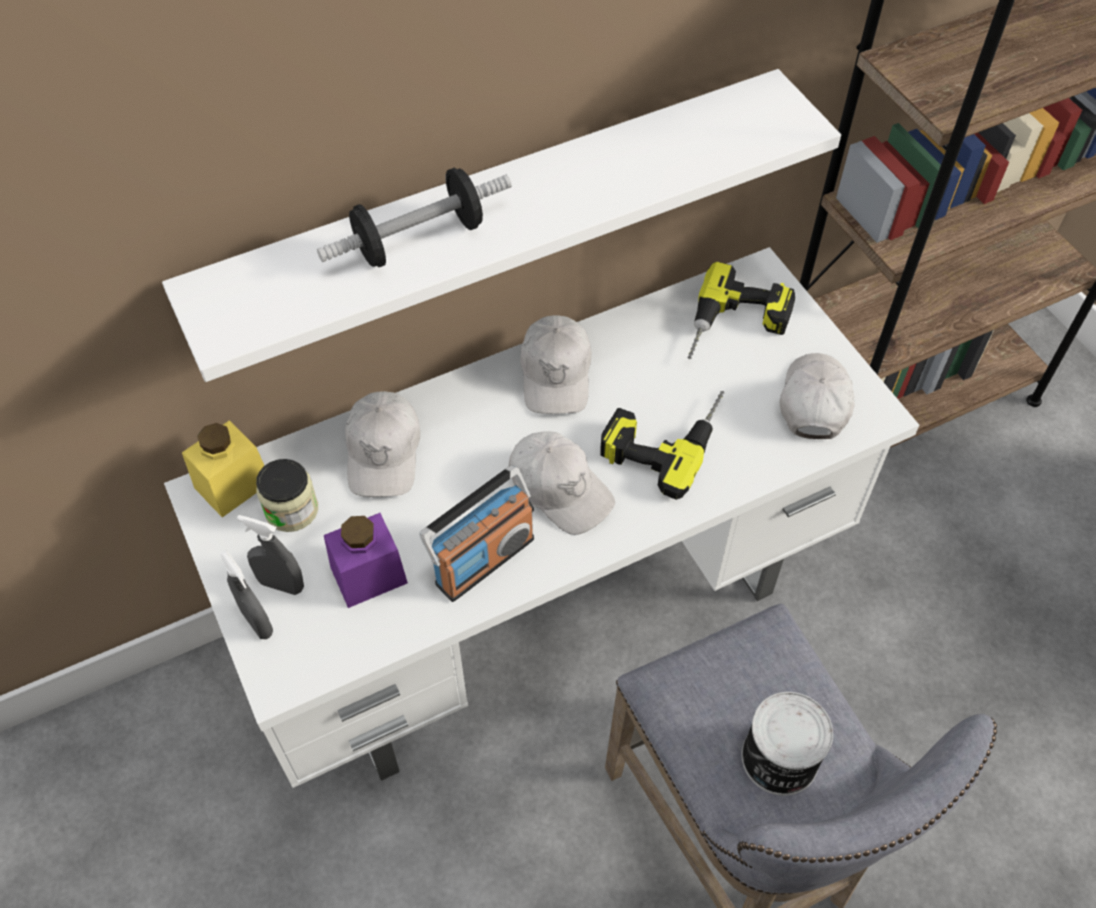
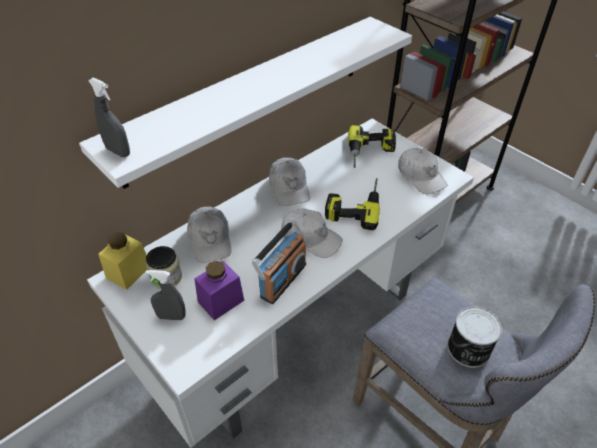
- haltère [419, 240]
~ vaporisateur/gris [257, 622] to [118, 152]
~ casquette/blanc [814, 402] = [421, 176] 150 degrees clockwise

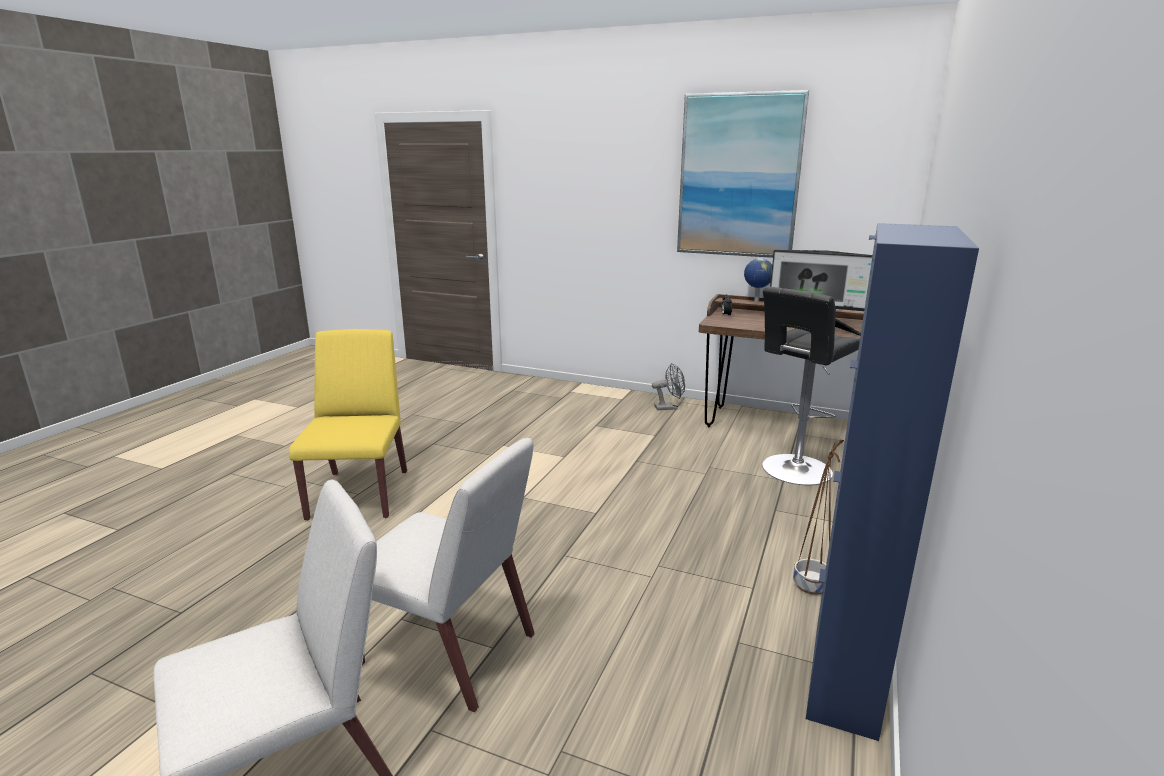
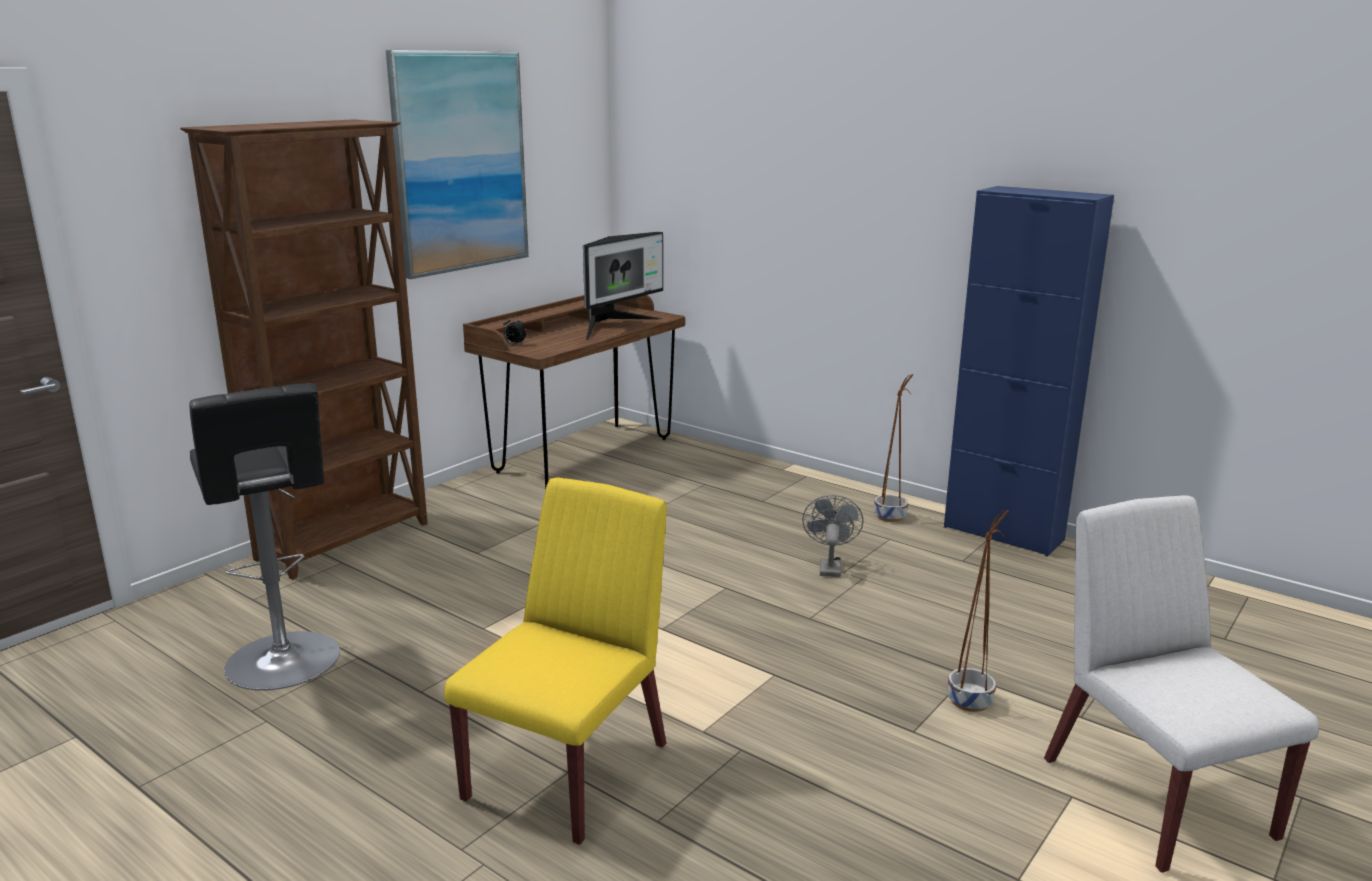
- globe [756, 301]
+ bibliothèque/marron [346, 541]
~ ventilateur/gris [669, 407] to [829, 566]
~ tabouret/noir [794, 471] to [285, 664]
~ chaise/blanc [450, 651] to cache-pot/marron [971, 701]
~ chaise/jaune [359, 494] = [569, 770] 105 degrees clockwise

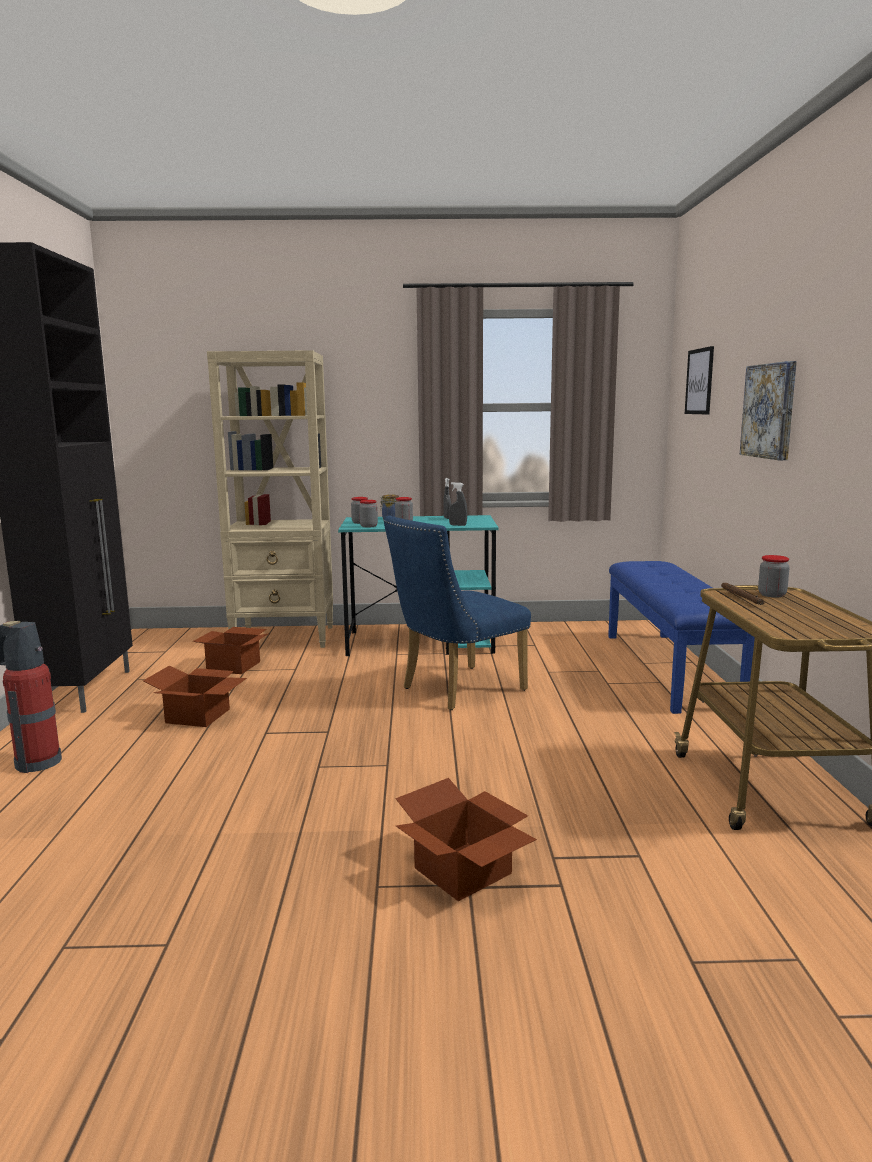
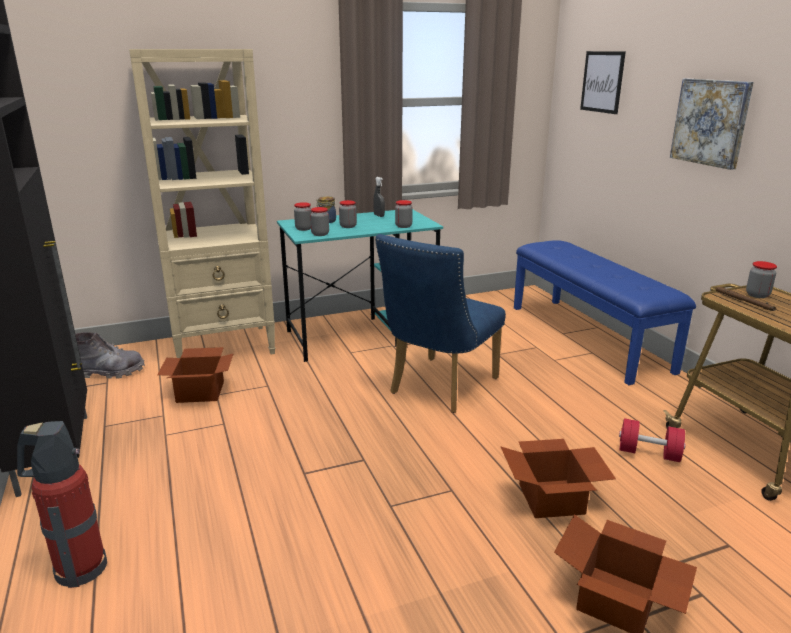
+ botte/gris [110, 372]
+ haltère/rouge [649, 453]
~ carton [199, 716] to [553, 499]
~ vaporisateur/gris [458, 525] to bocal [403, 226]

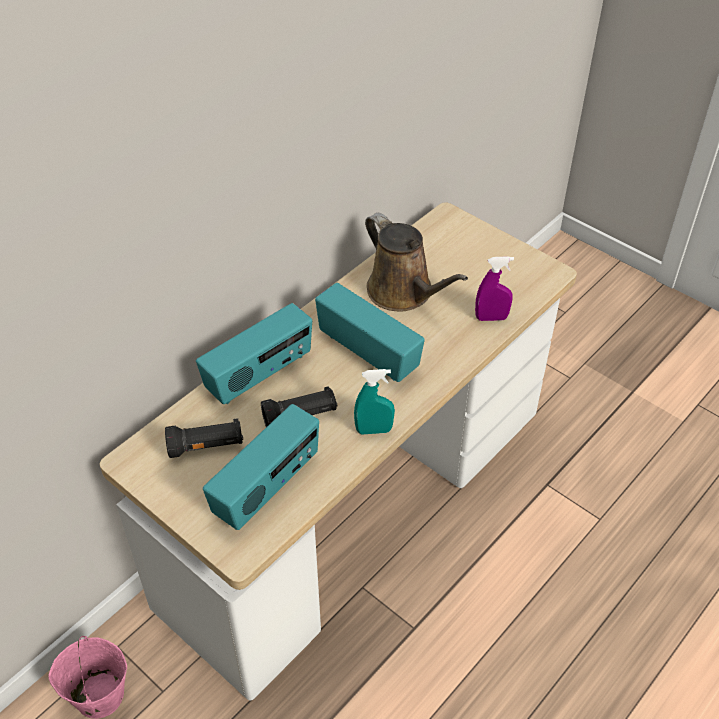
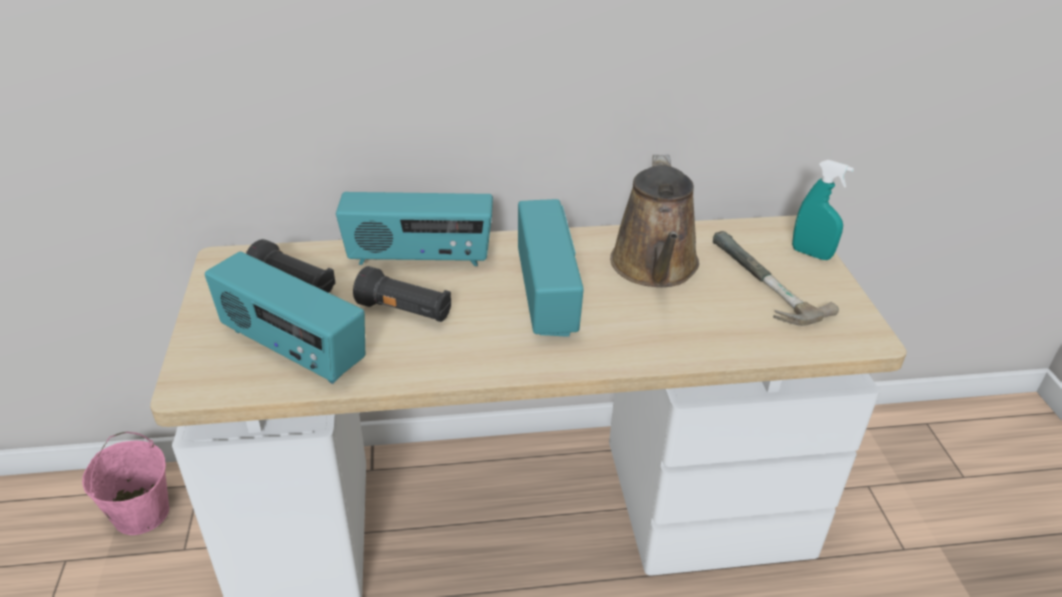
- vaporisateur/violet [491, 318]
+ marteau [757, 283]
~ vaporisateur/turquoise [374, 430] to [811, 254]
~ radio [267, 487] = [292, 350] 45 degrees clockwise

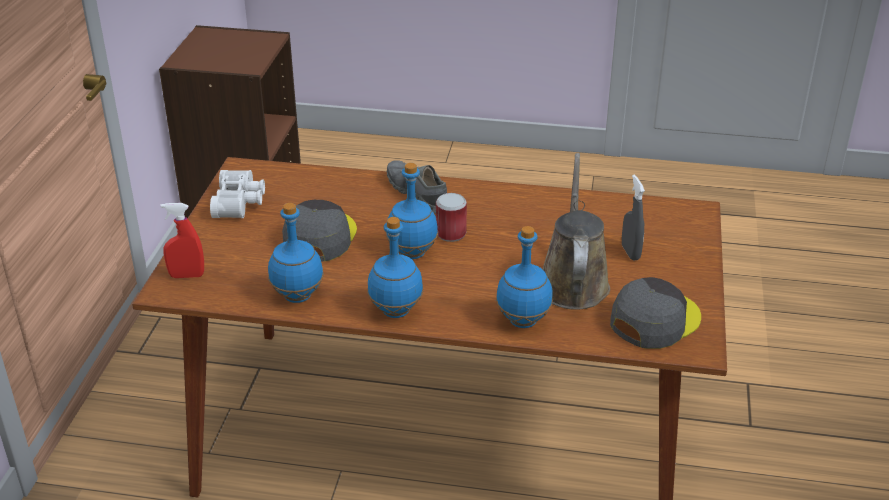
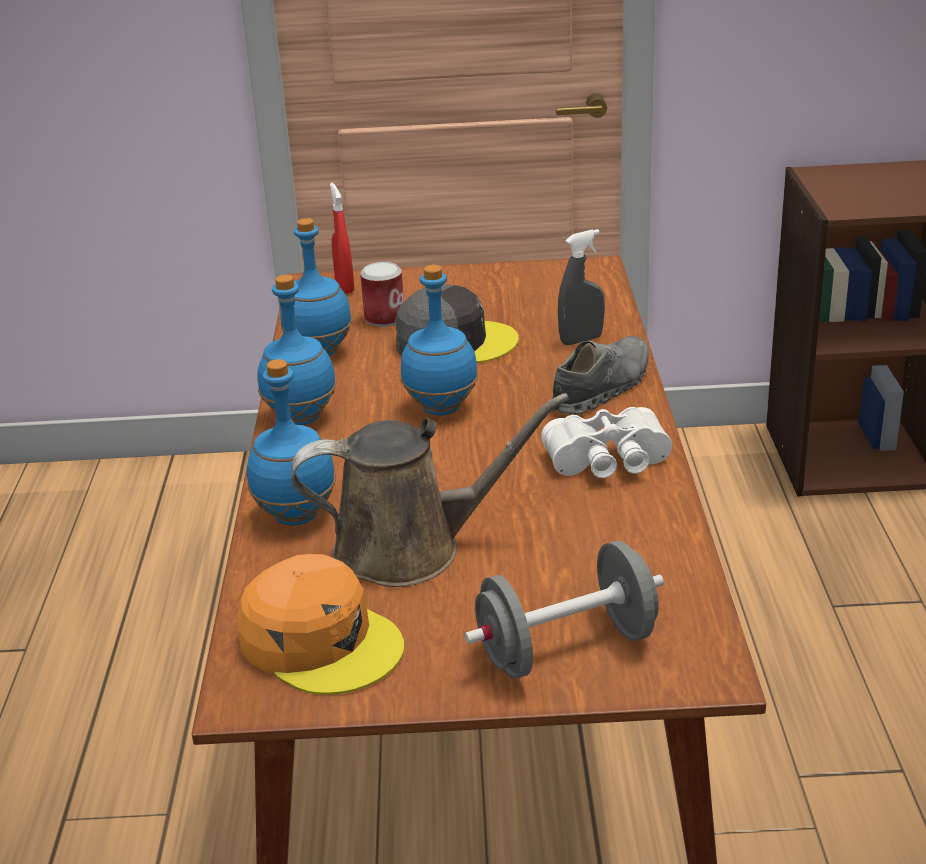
+ haltère/gris [566, 648]
~ jumelles/blanc [240, 202] to [609, 463]
~ boîte métallique [451, 233] to [384, 318]
~ vaporisateur/gris [630, 252] to [581, 340]
~ casquette/gris [654, 320] to casquette/orange [321, 641]

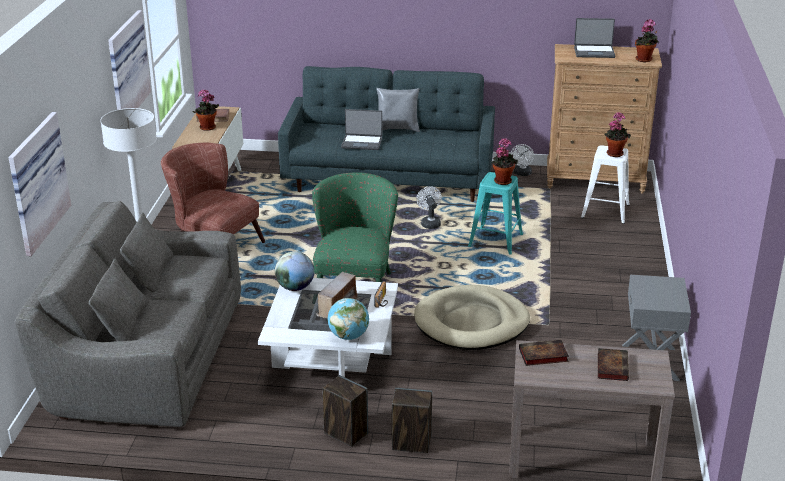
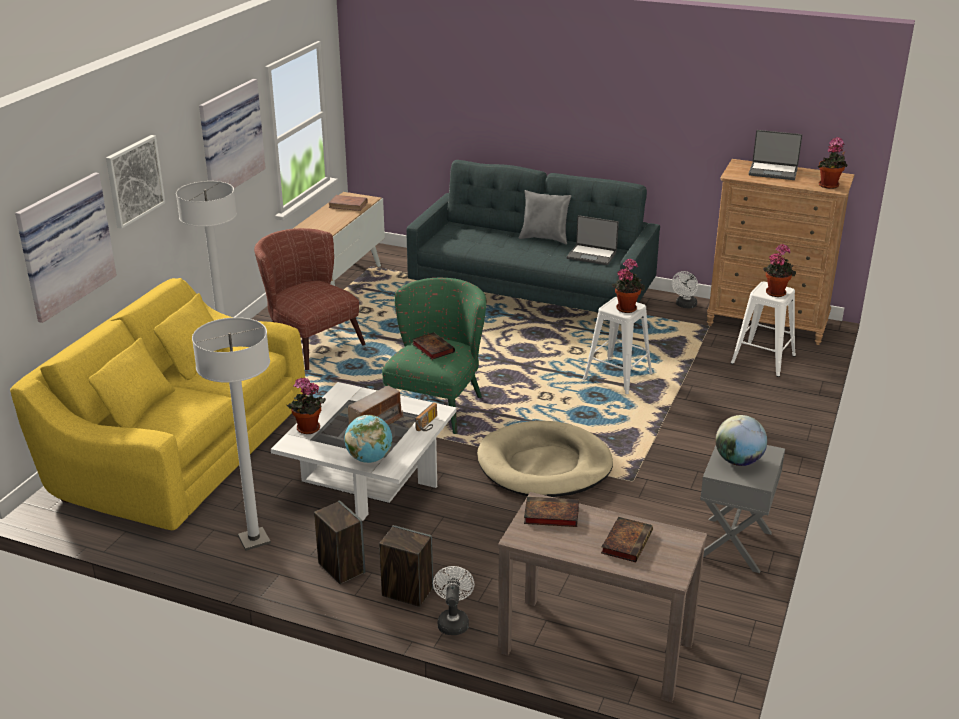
+ tableau [134, 180]
+ lampadaire/blanc [254, 540]
+ livre [432, 348]
~ plante en pot [207, 128] to [307, 430]
~ globe [295, 288] to [738, 461]
~ ordinateur portable [362, 143] to [592, 255]
~ ventilateur/blanc [429, 223] to [453, 621]
~ canapé/gris [145, 356] to canapé/jaune [180, 448]
~ tabouret/turquoise [496, 241] to tabouret/blanc [618, 377]

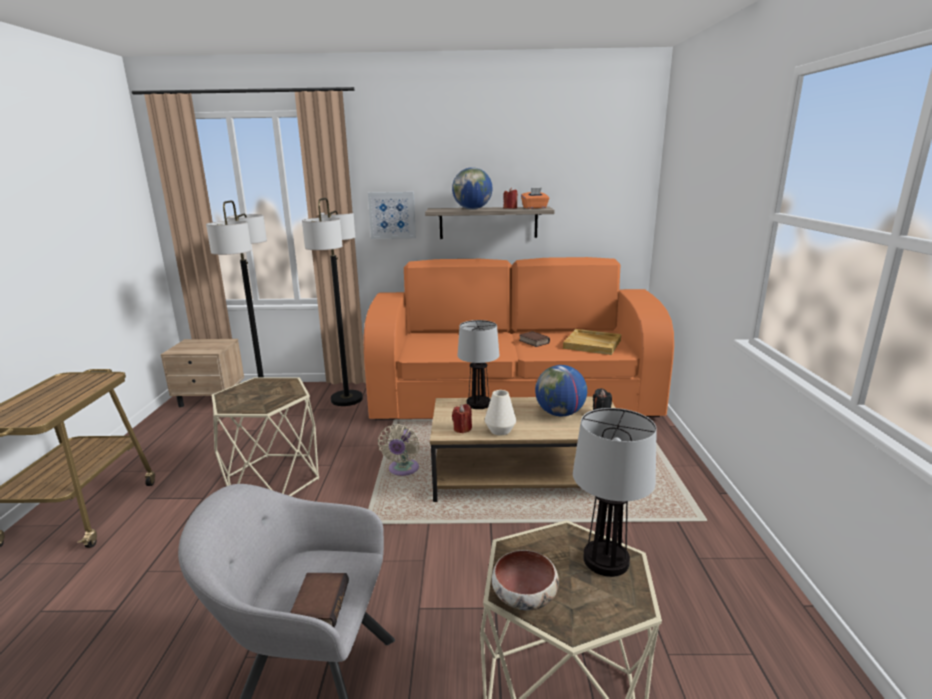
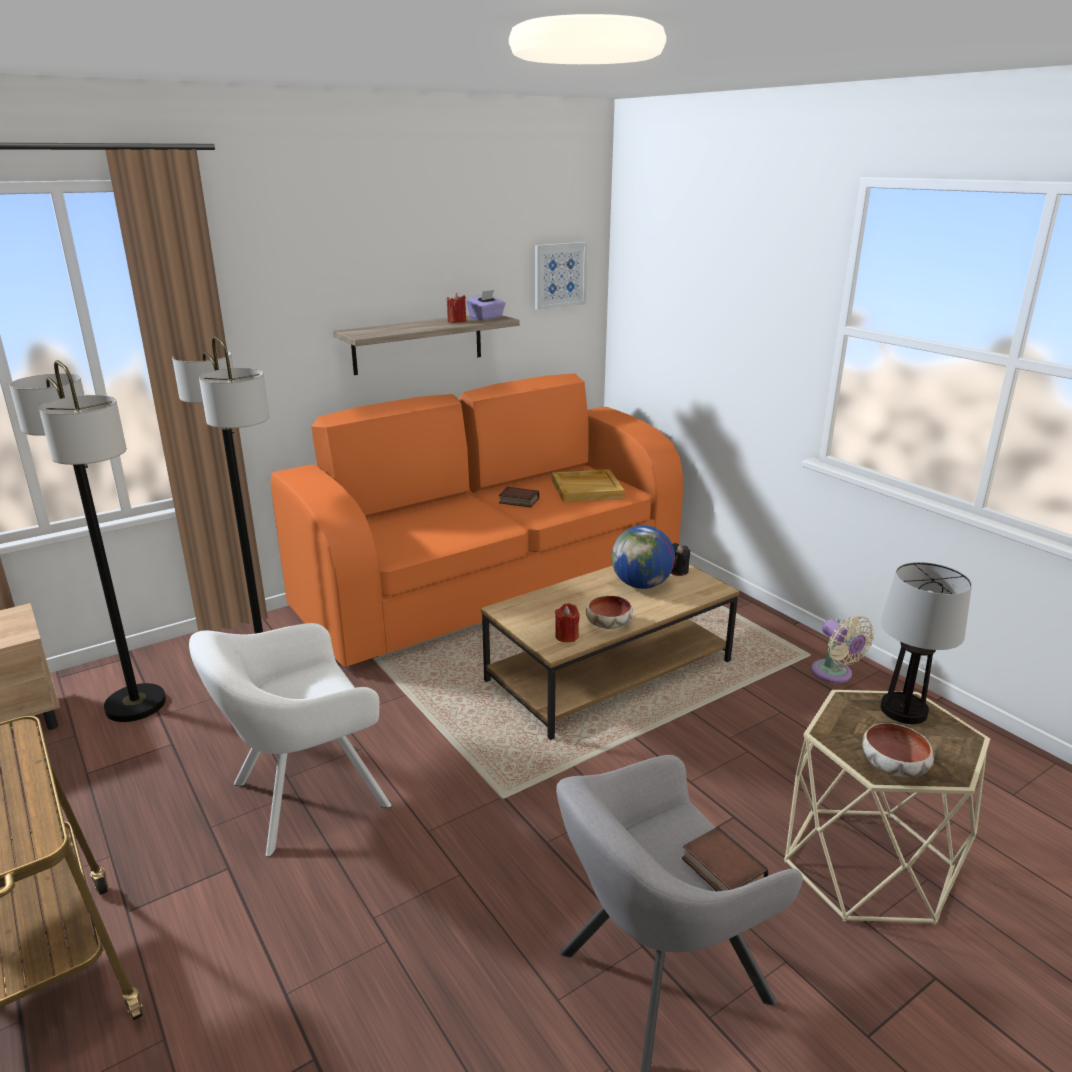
- globe [472, 209]
- lampe de table [478, 404]
~ tableau [392, 215] to [559, 275]
~ ventilateur/beige [402, 470] to [834, 674]
~ table d'appoint/beige [273, 478] to fauteuil/blanc [303, 797]
~ vase/blanc [500, 430] to bol [609, 624]
~ boîte à mouchoirs/orange [534, 208] to boîte à mouchoirs/violet [486, 318]

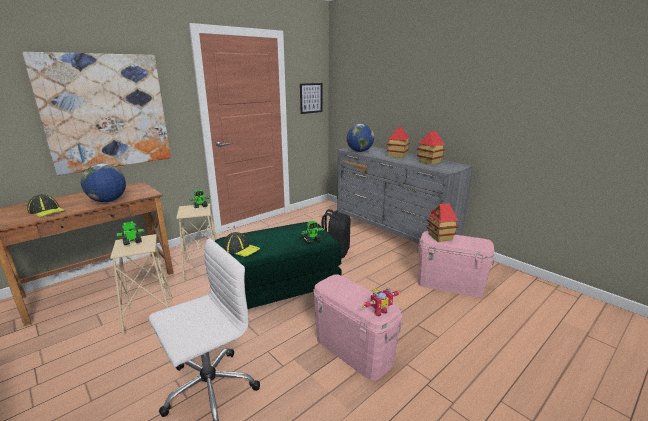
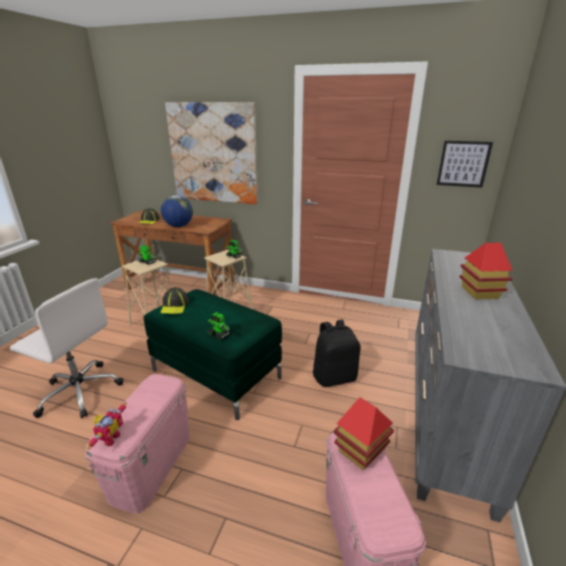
- globe [359, 151]
- maison miniature [429, 162]
~ robot jouet [379, 311] = [109, 438] 105 degrees counterclockwise

